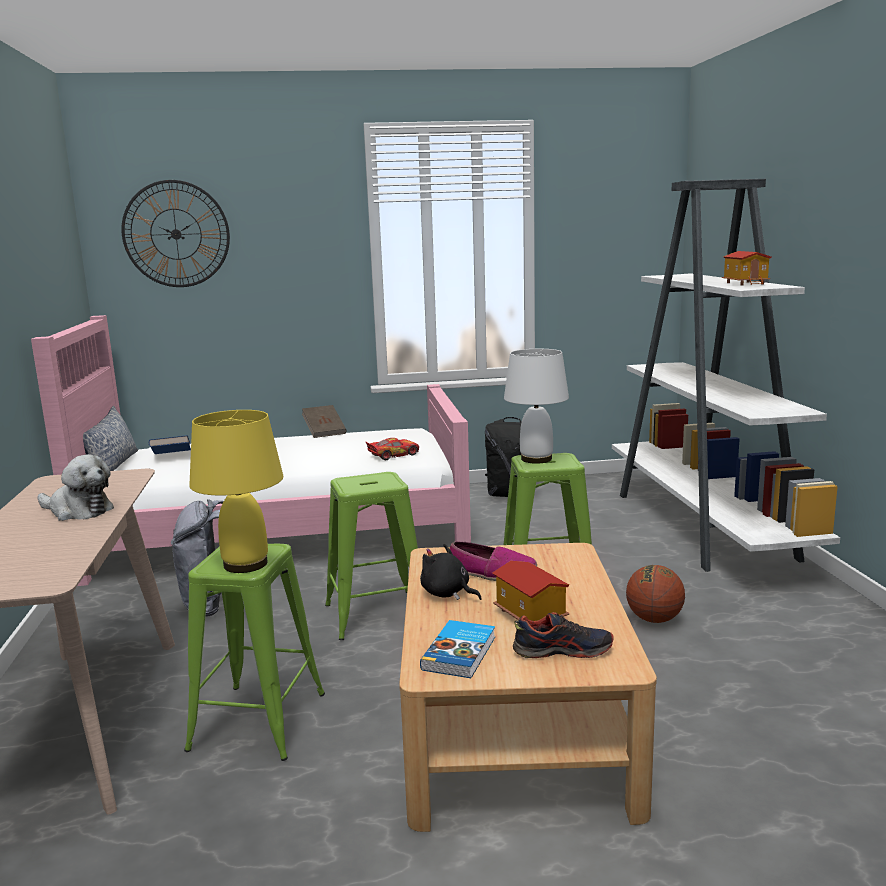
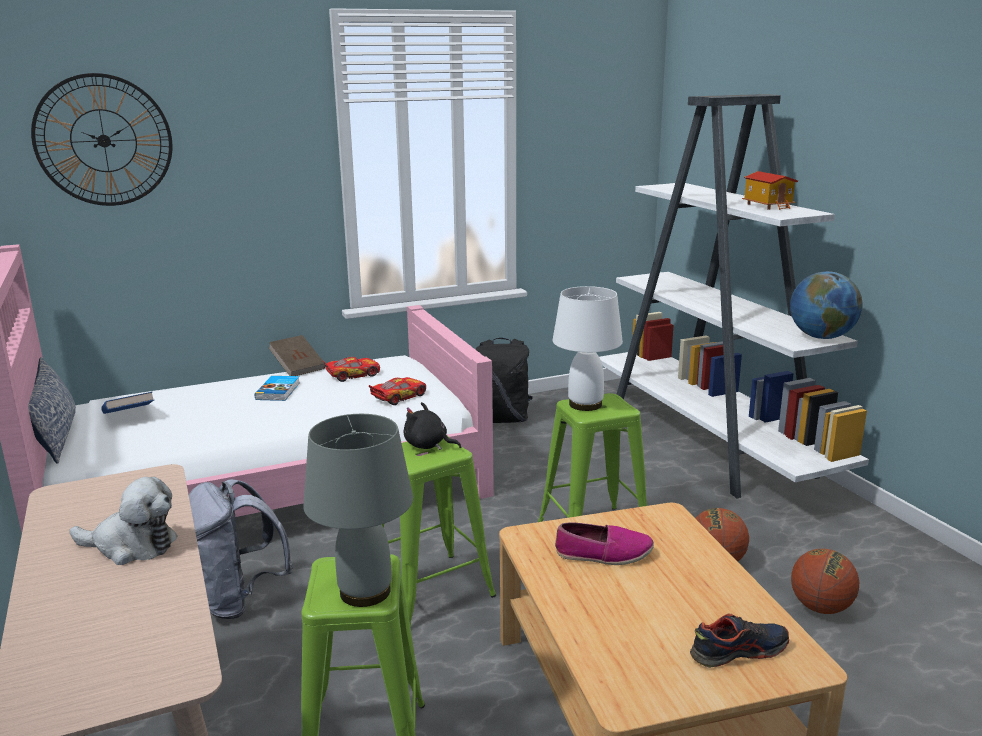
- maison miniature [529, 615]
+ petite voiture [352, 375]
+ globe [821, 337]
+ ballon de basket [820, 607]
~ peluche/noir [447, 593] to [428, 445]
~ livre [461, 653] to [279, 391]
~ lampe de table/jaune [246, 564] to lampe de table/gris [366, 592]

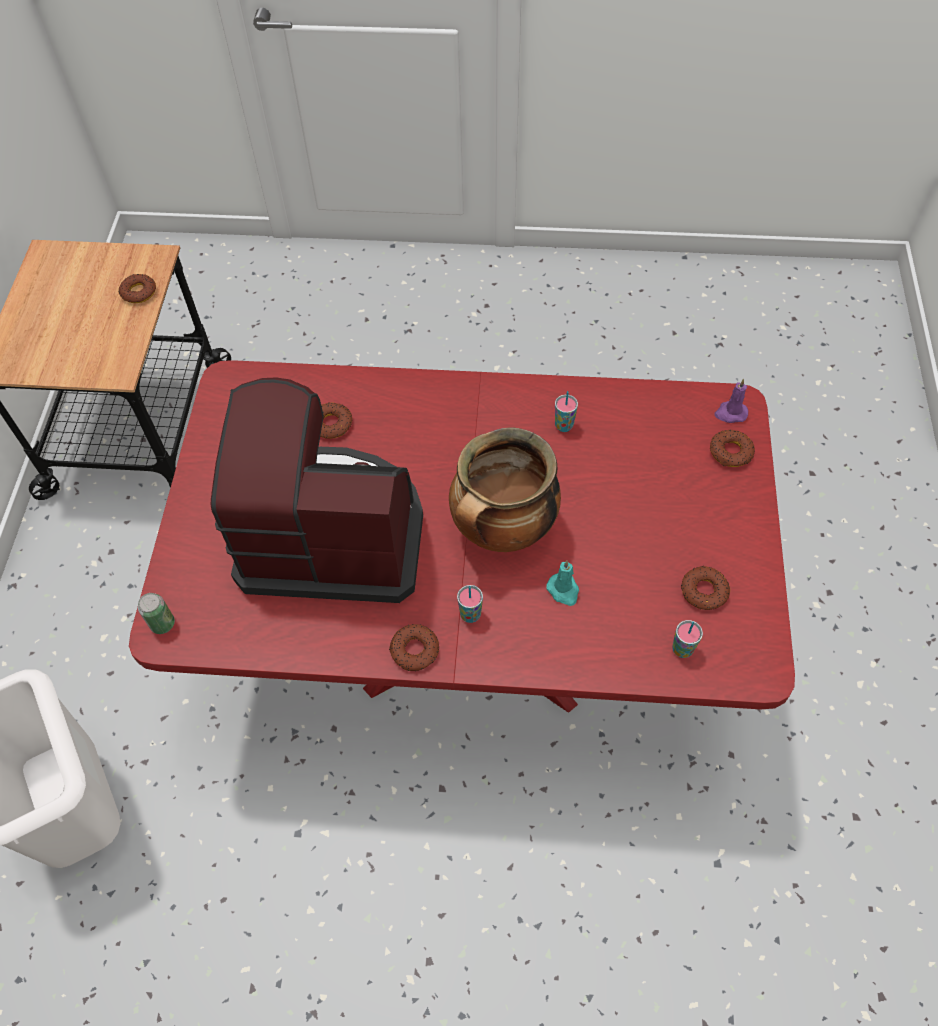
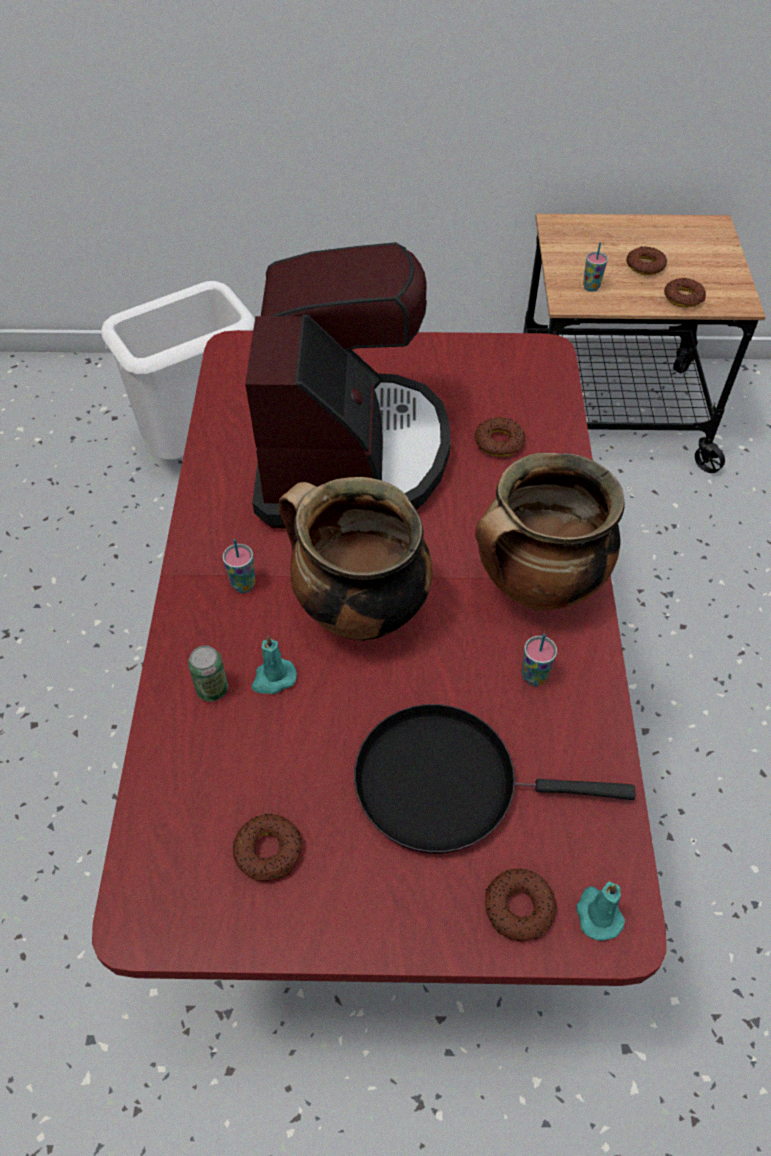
+ poêle/noir [447, 783]
+ marmite [536, 588]
~ boîte métallique [162, 624] to [212, 689]
~ beignet [414, 650] to [645, 265]
~ tasse [682, 649] to [591, 287]
~ bougie/violet [730, 413] to bougie/turquoise [597, 913]

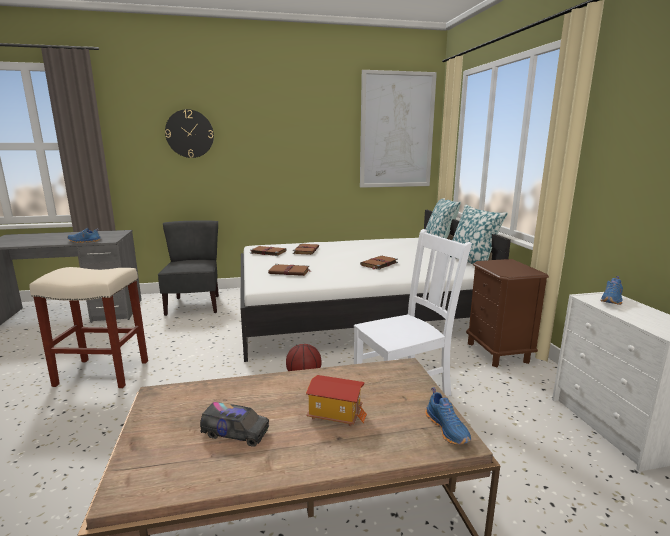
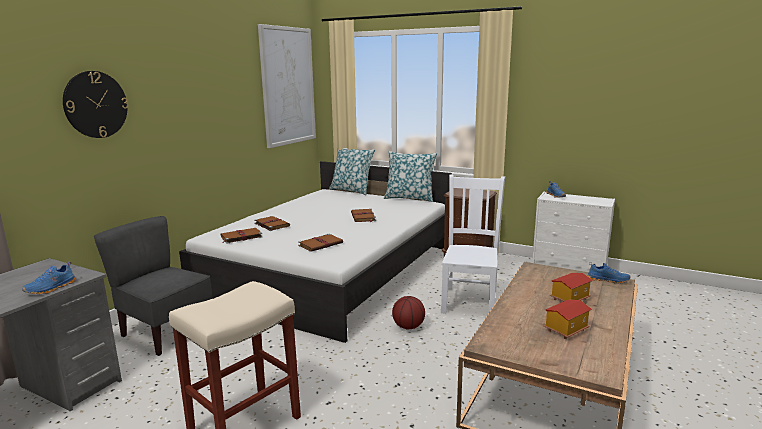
~ camion jouet [235, 433] to maison miniature [565, 330]

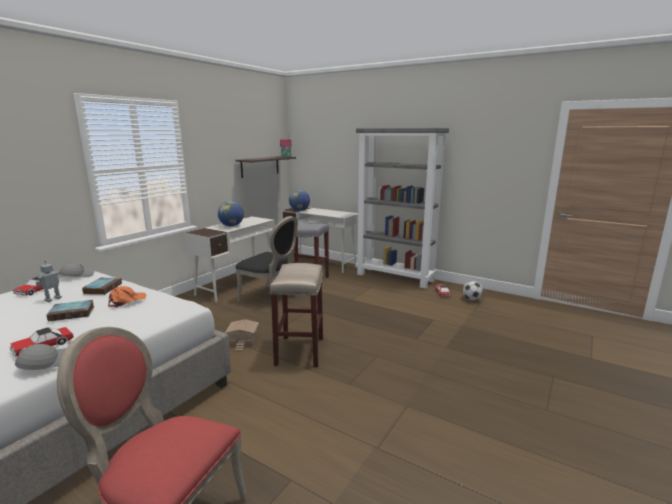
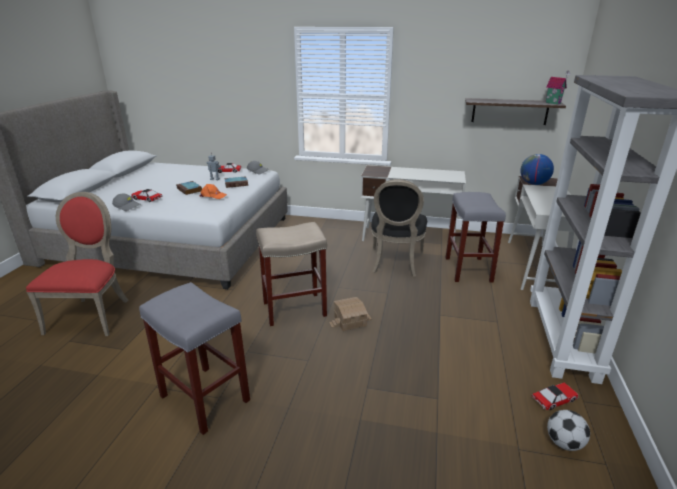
- globe [231, 226]
+ tabouret/gris [203, 398]
~ maison miniature [244, 341] to [350, 322]

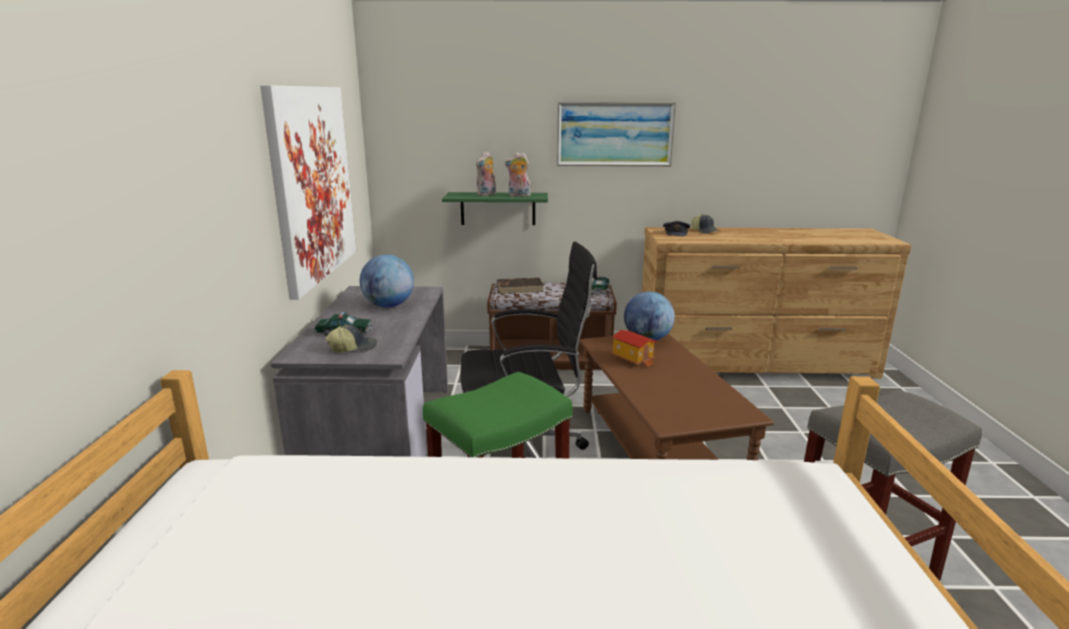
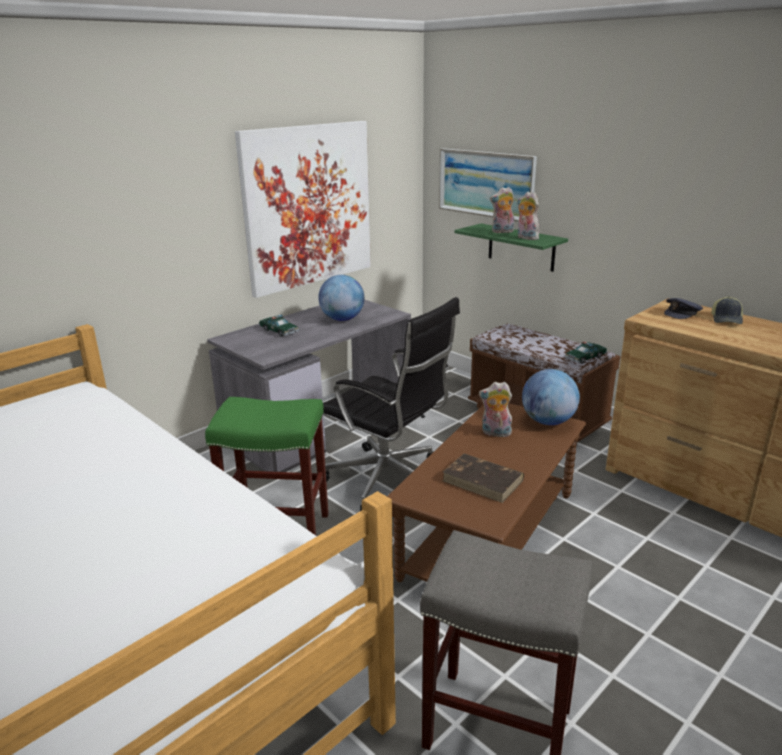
- casquette [353, 347]
~ livre/marron [520, 288] to [483, 480]
~ tableau [614, 134] to [486, 184]
~ maison miniature [633, 359] to peluche [495, 433]

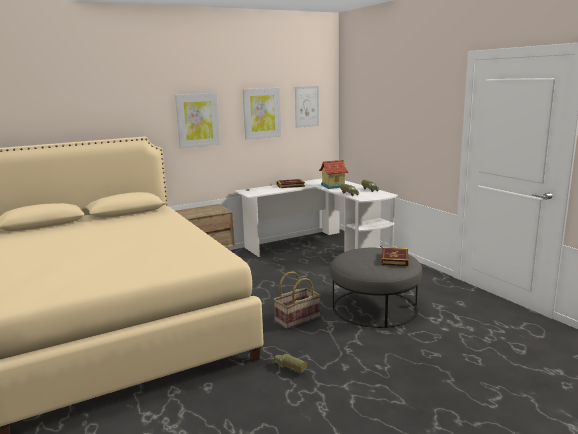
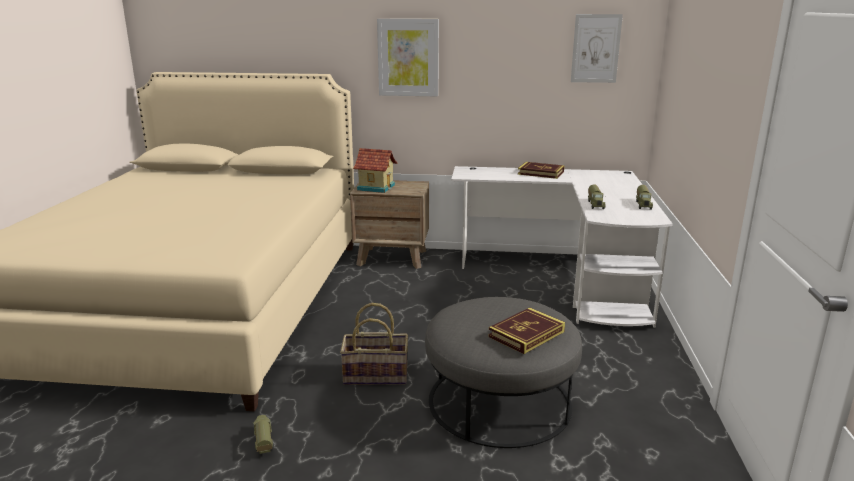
- tableau [261, 113]
~ maison miniature [332, 186] to [376, 187]

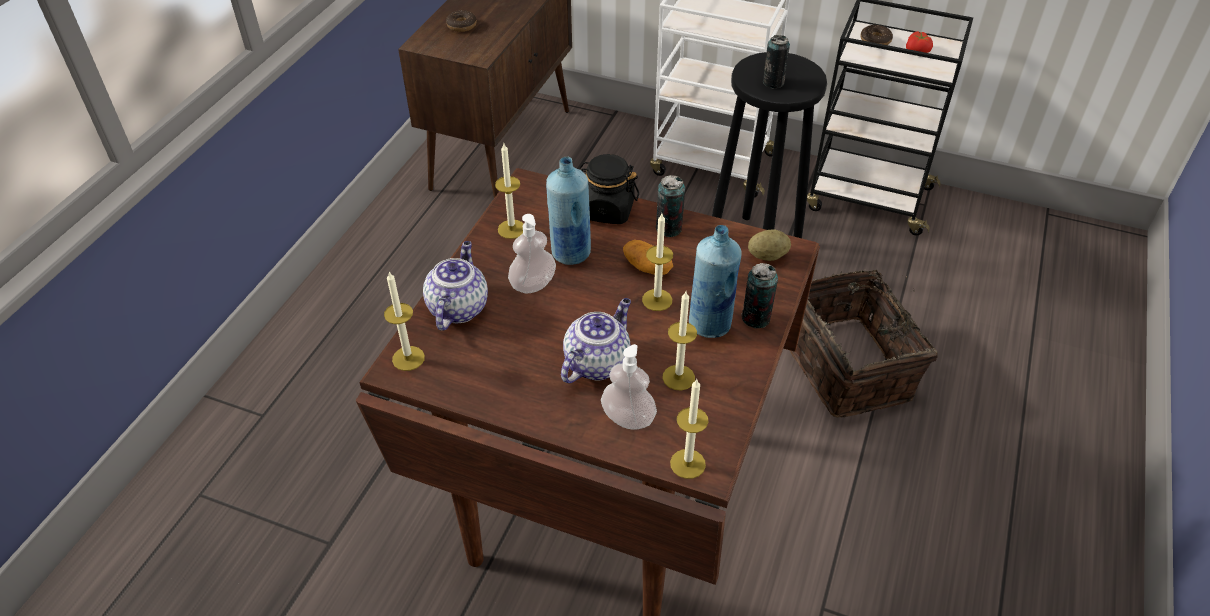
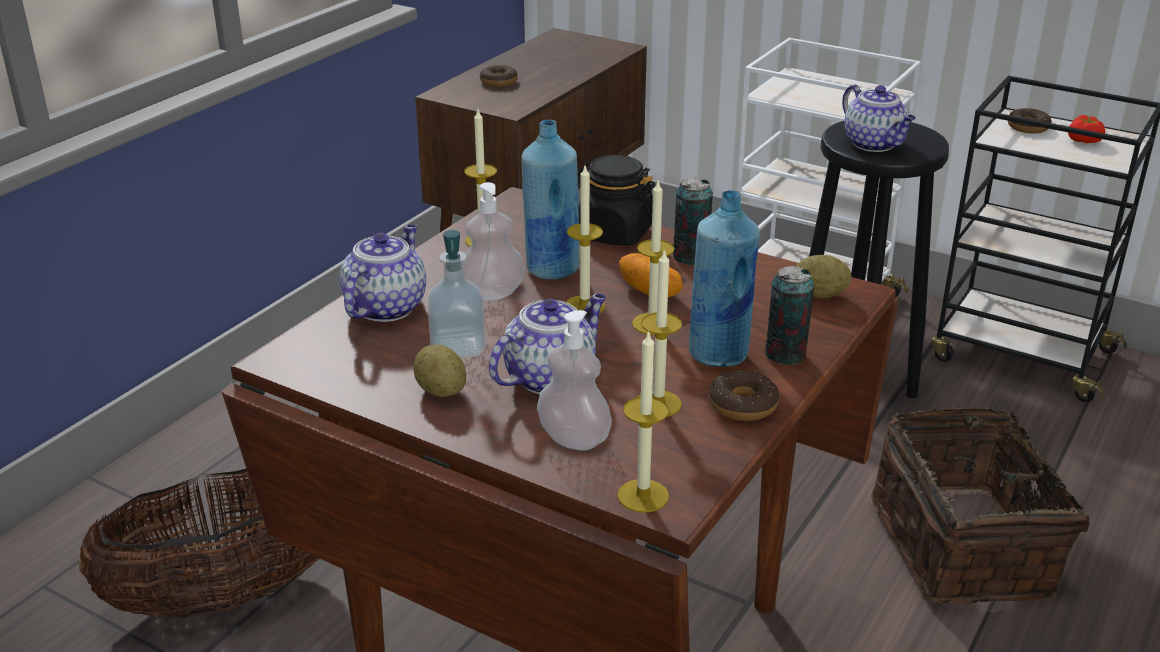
+ panier [225, 596]
+ pomme de terre [441, 391]
+ distributeur de savon [458, 347]
+ beignet [743, 405]
~ bougie [408, 358] to [584, 306]
~ boîte métallique [773, 82] to théière [875, 144]

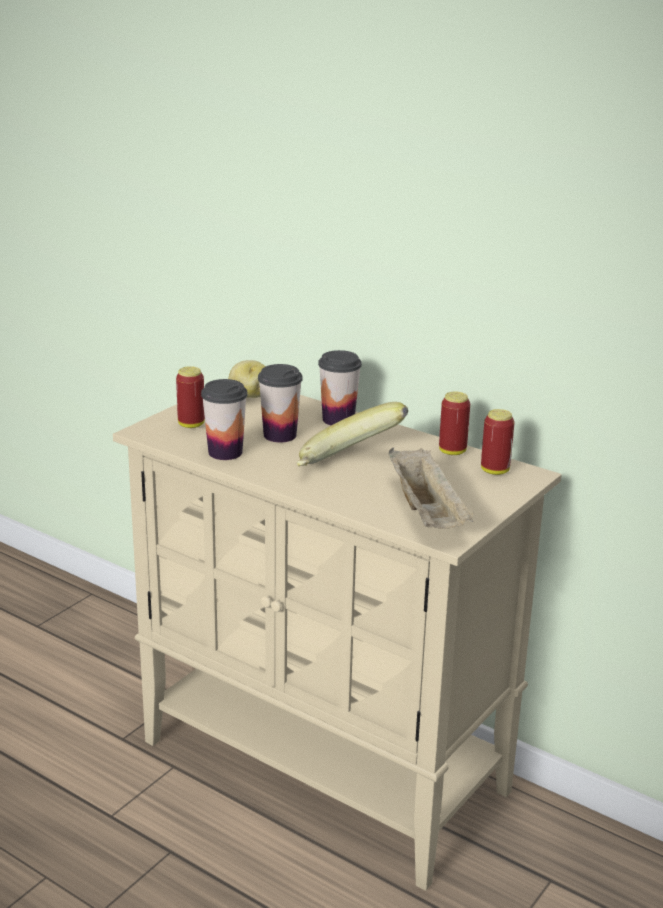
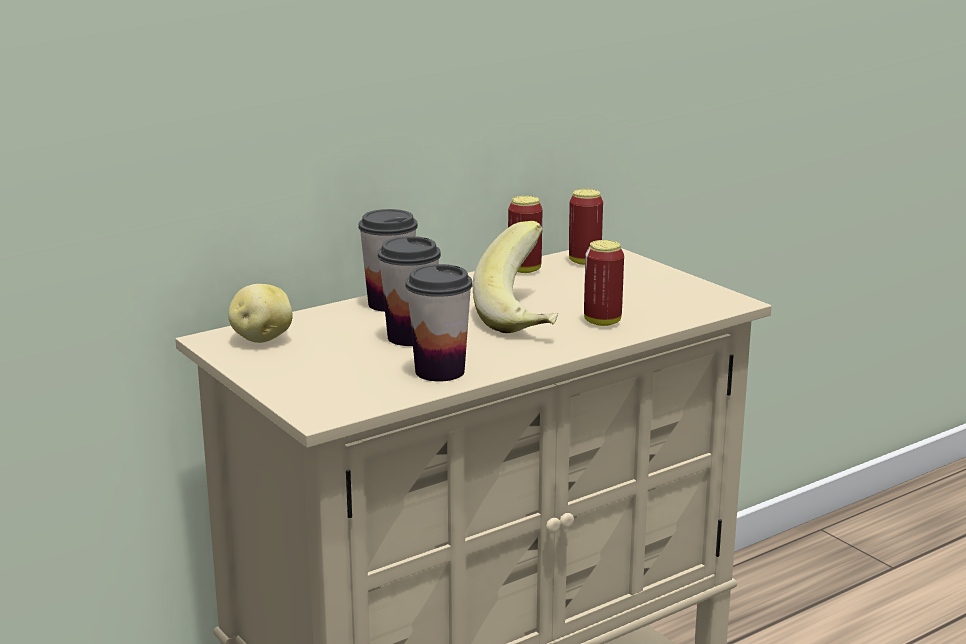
- plateau/beige [427, 513]
~ boîte métallique [191, 424] to [602, 322]

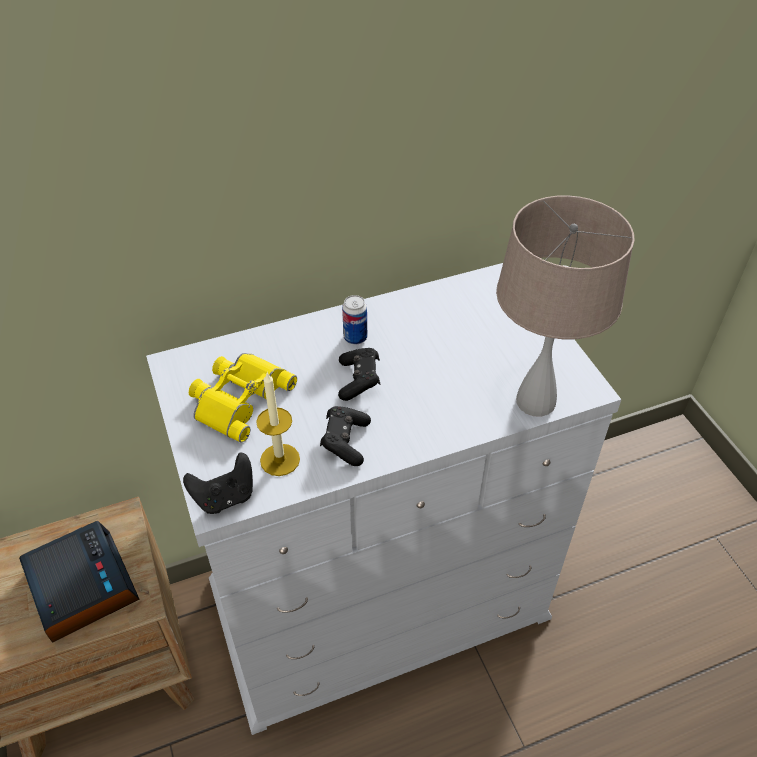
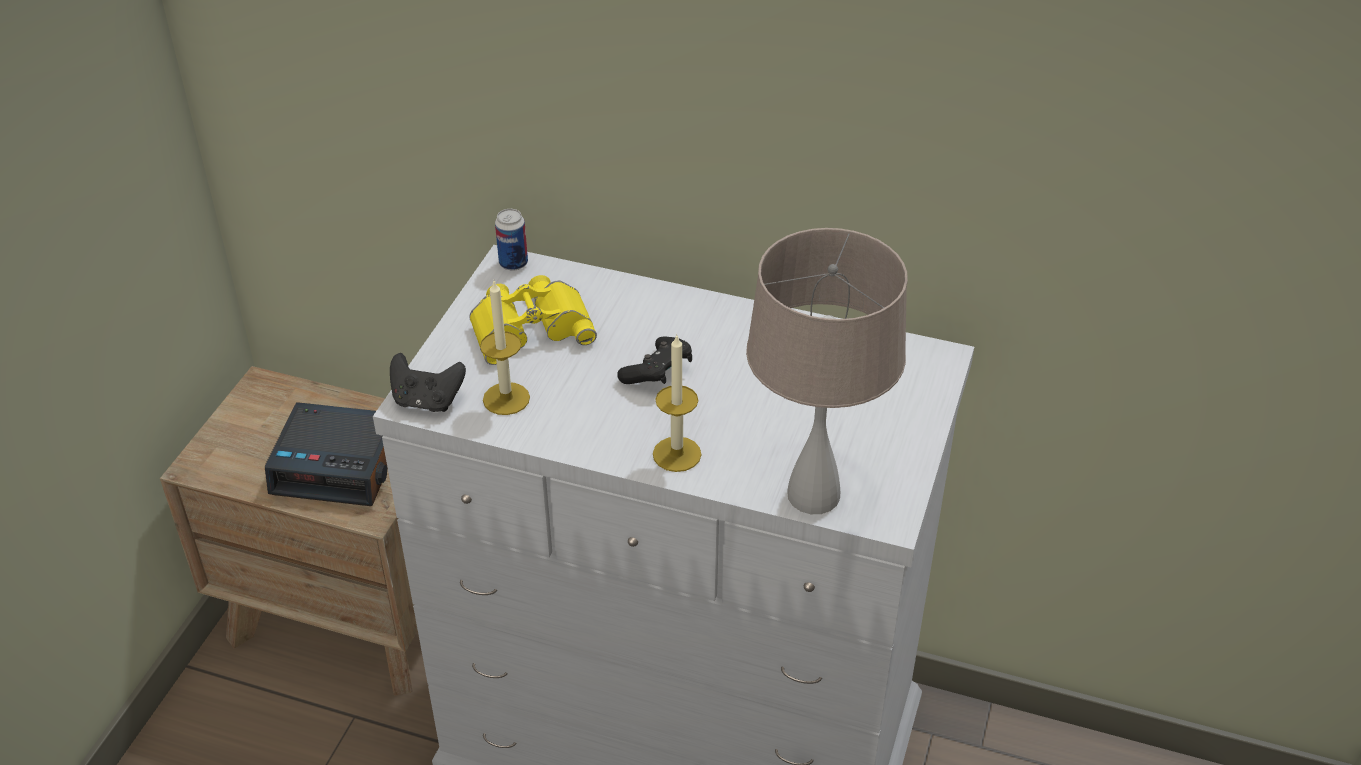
- manette/noir [345, 442]
+ bougie [677, 454]
~ boîte métallique [355, 338] to [513, 263]
~ réveil [81, 586] = [339, 464] 90 degrees clockwise

